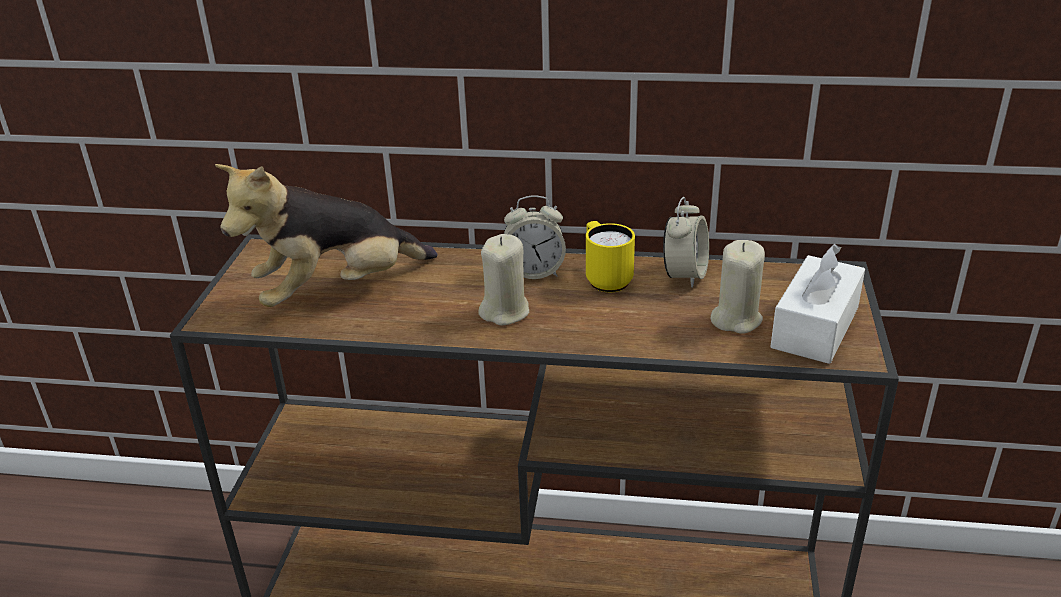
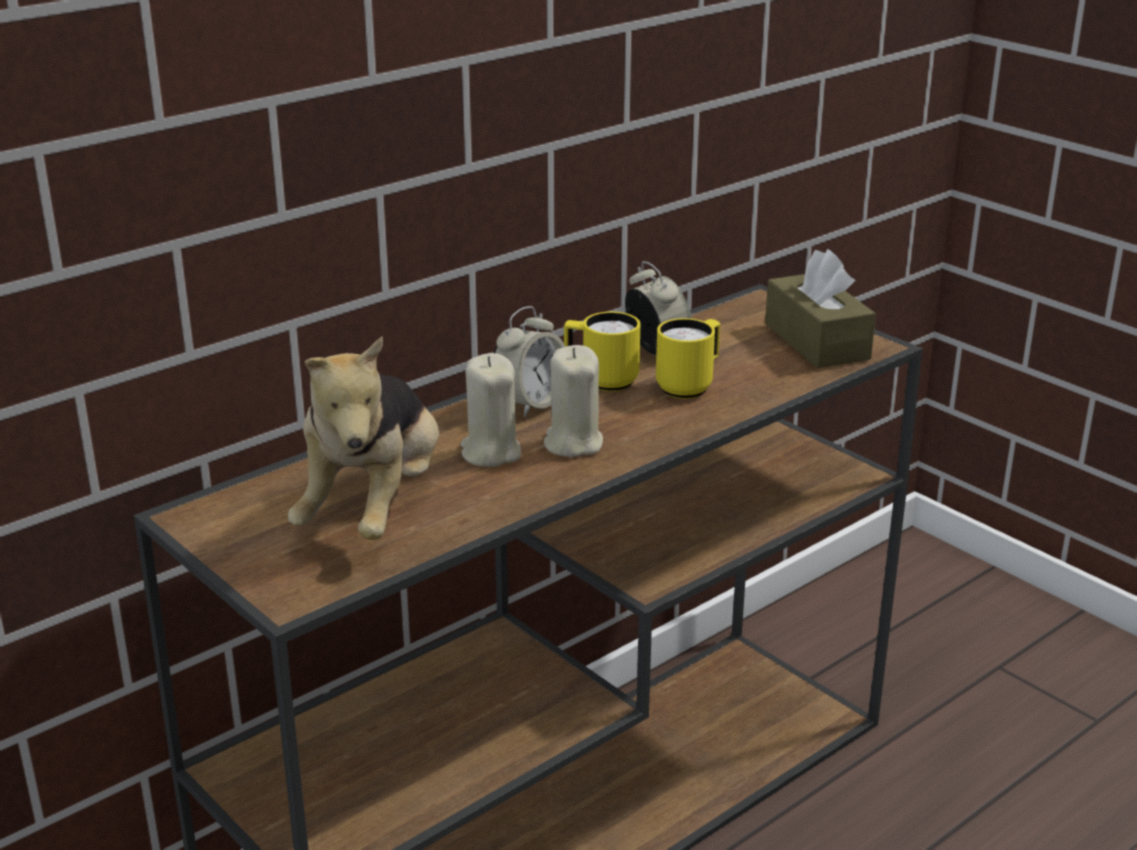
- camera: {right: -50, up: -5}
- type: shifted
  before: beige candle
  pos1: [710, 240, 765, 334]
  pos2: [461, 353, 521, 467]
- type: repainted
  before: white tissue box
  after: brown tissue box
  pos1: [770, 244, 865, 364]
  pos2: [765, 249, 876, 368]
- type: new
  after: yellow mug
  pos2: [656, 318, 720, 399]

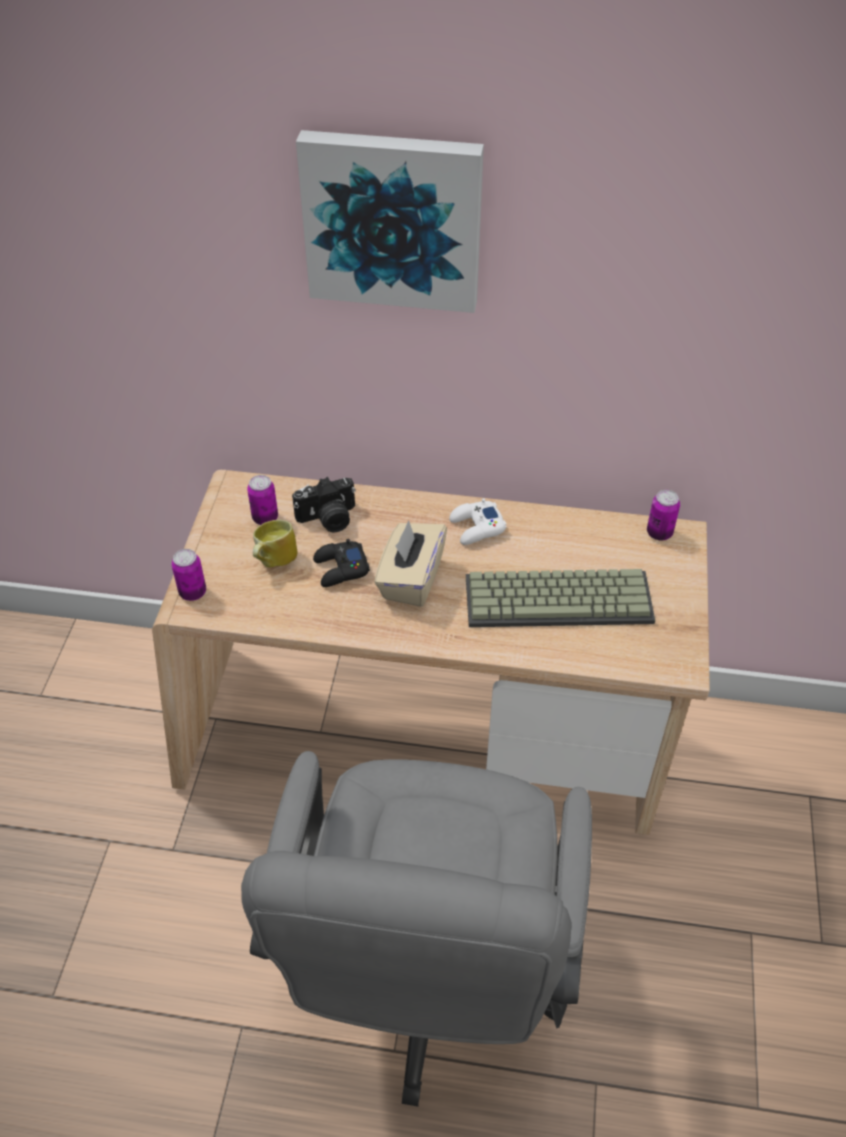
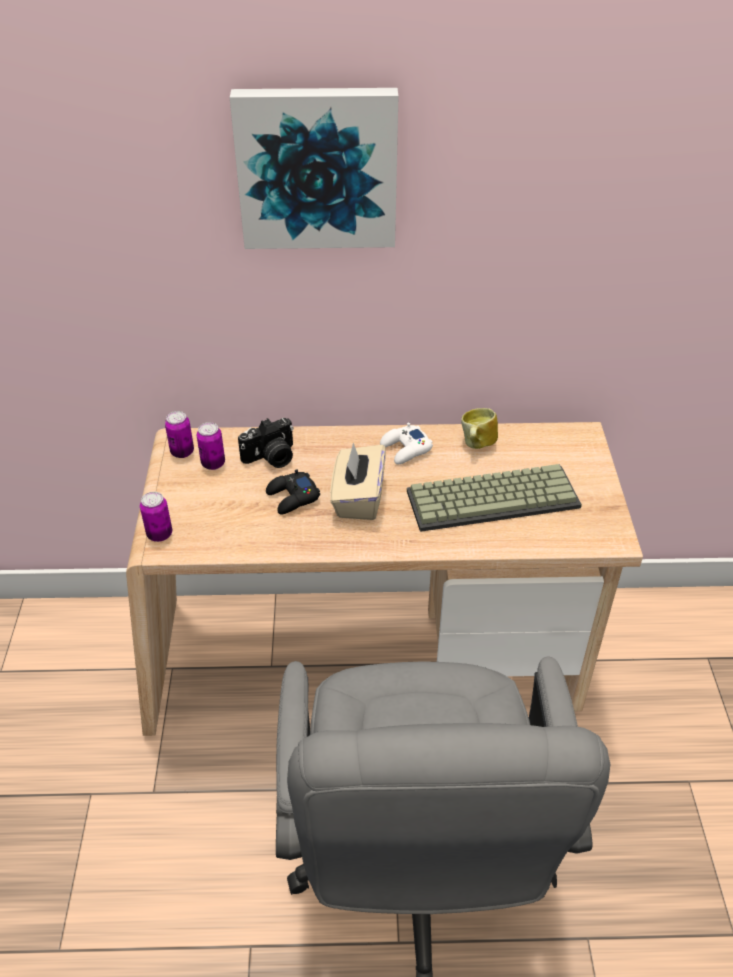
- camera: {right: -10, up: -5}
- type: shifted
  before: mug
  pos1: [253, 520, 297, 567]
  pos2: [461, 408, 498, 449]
- type: shifted
  before: can
  pos1: [647, 490, 680, 540]
  pos2: [165, 411, 194, 458]

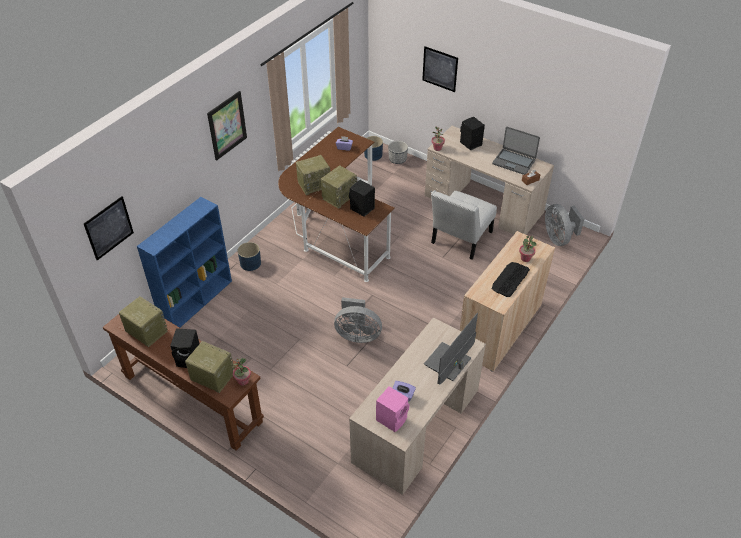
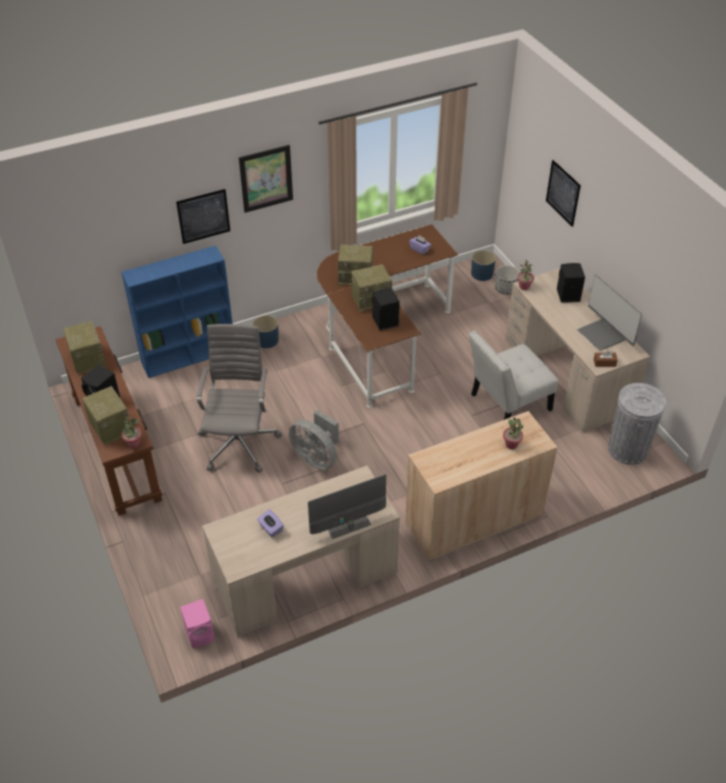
- camera: {right: 30, up: 0}
- type: shifted
  before: picture
  pos1: [84, 196, 134, 260]
  pos2: [176, 189, 230, 244]
- type: shifted
  before: pink speaker
  pos1: [376, 386, 409, 432]
  pos2: [180, 599, 215, 649]
- type: swapped
  before: laptop
  after: monitor
  pos1: [492, 127, 540, 175]
  pos2: [577, 274, 642, 350]
- type: gone
  before: keyboard
  pos1: [492, 262, 530, 297]
- type: swapped
  before: grey fan
  after: grey trash can
  pos1: [545, 204, 584, 246]
  pos2: [608, 383, 666, 465]
- type: new
  after: grey office chair
  pos2: [197, 324, 282, 473]

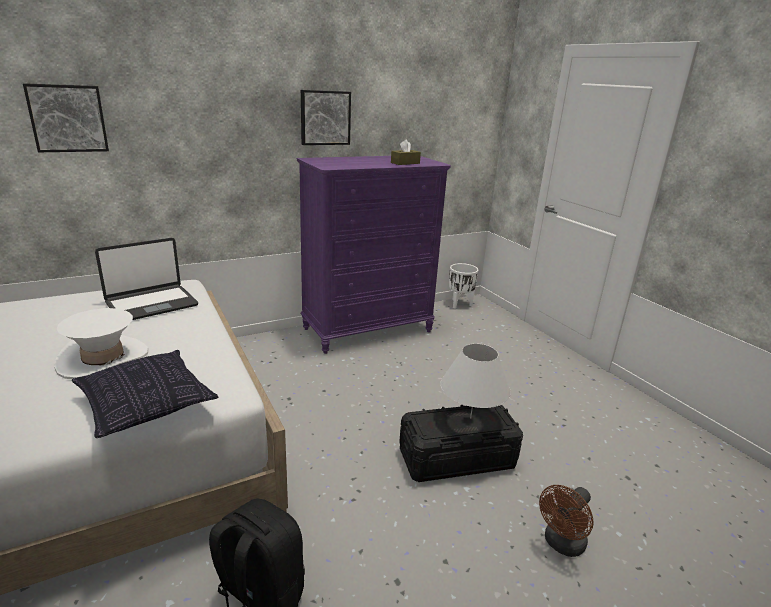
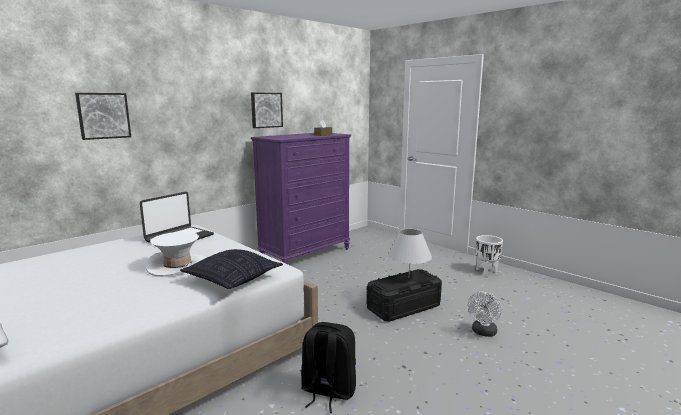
- camera: {right: -15, up: -10}
- type: shifted
  before: white planter
  pos1: [449, 263, 479, 309]
  pos2: [476, 235, 503, 277]
- type: repainted
  before: brown fan
  after: white fan
  pos1: [539, 485, 594, 557]
  pos2: [468, 292, 502, 337]

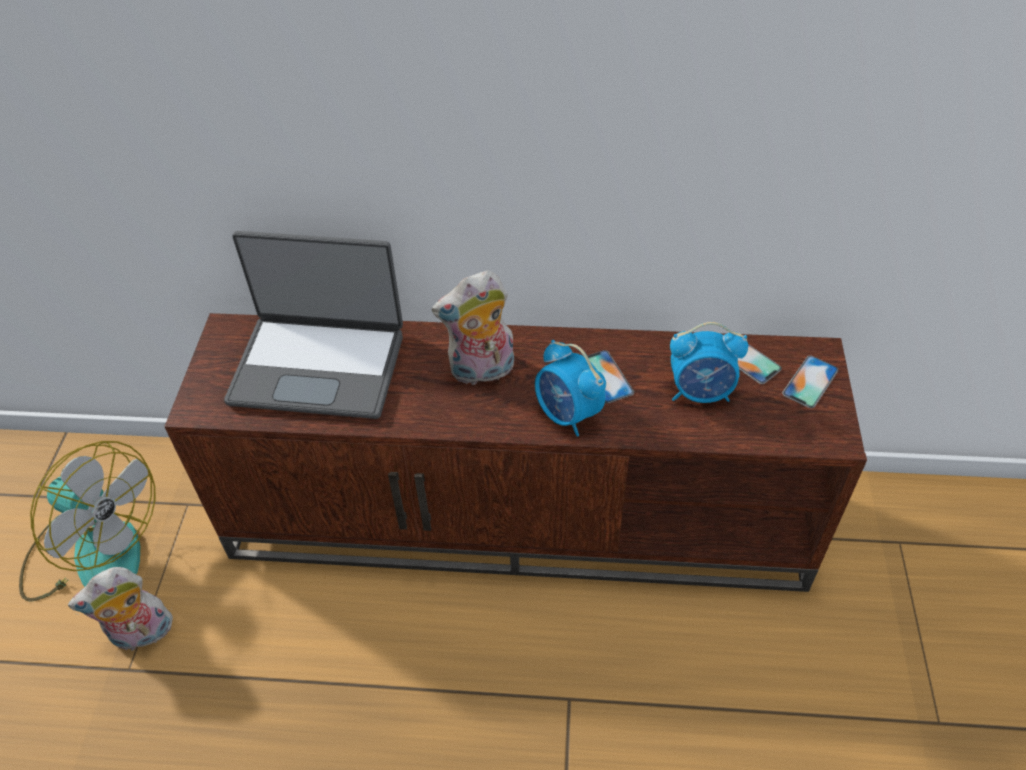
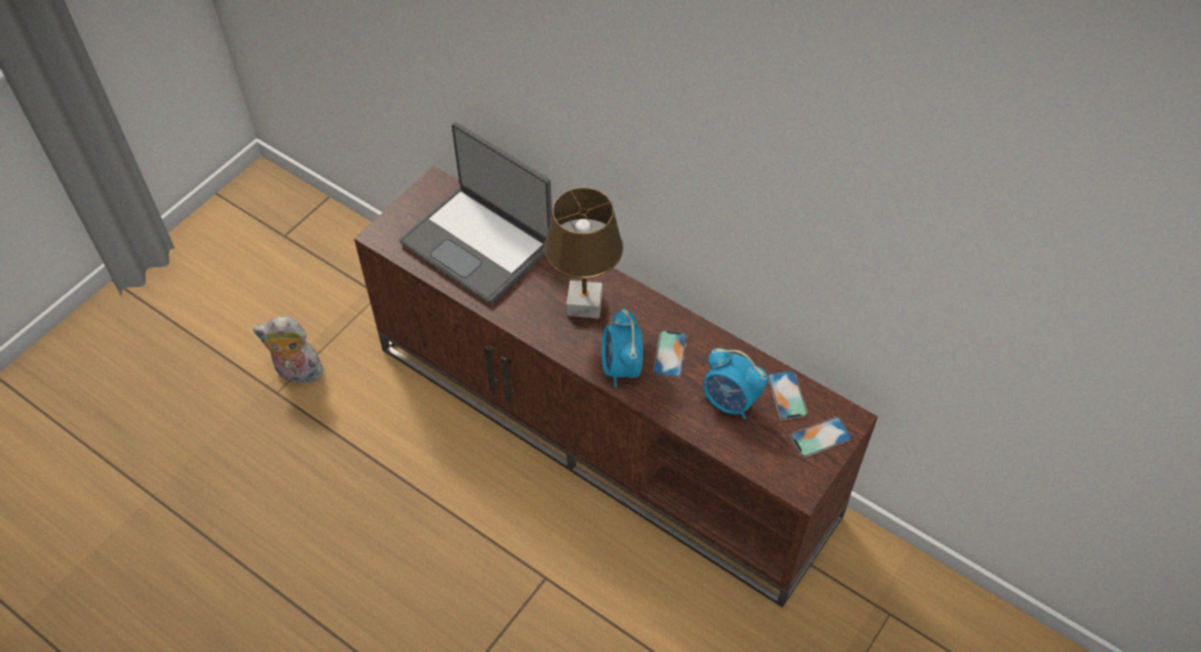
- camera: {right: 30, up: 5}
- type: gone
  before: fan
  pos1: [19, 441, 155, 602]
- type: swapped
  before: plush toy
  after: brown table lamp
  pos1: [432, 270, 514, 385]
  pos2: [544, 188, 623, 319]

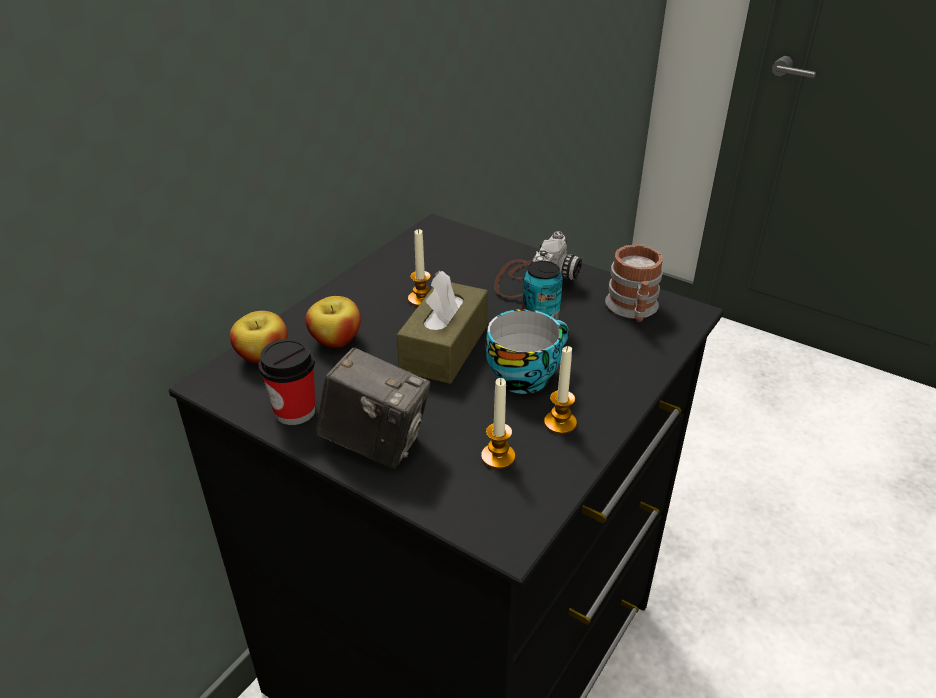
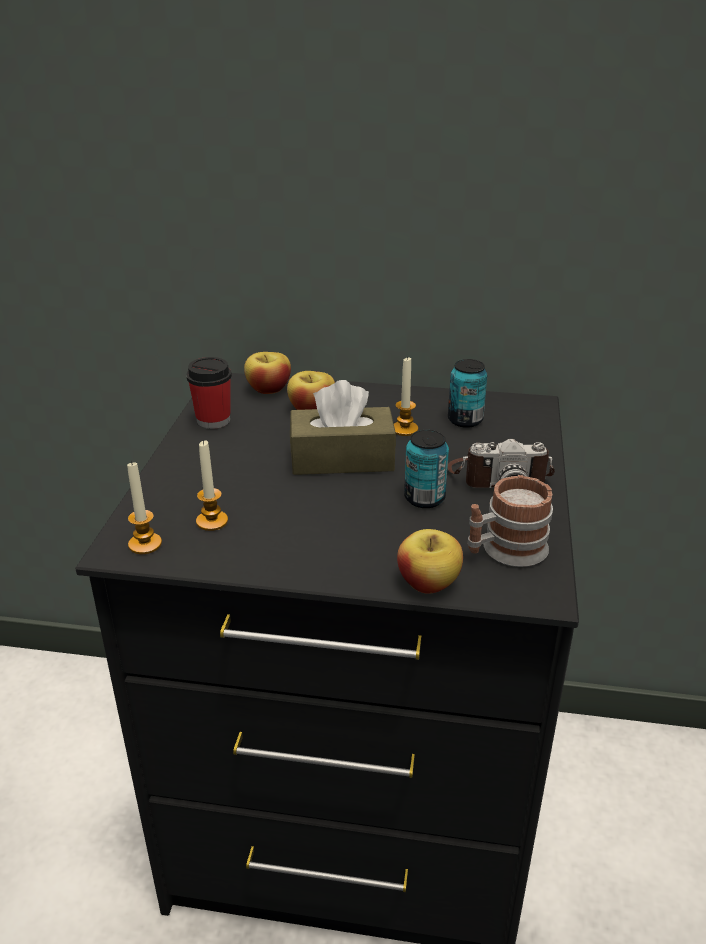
- camera: {right: 65, up: -5}
- type: gone
  before: photo camera
  pos1: [316, 347, 431, 469]
- type: gone
  before: cup
  pos1: [485, 309, 569, 394]
- type: shifted
  before: candle
  pos1: [544, 346, 577, 434]
  pos2: [127, 461, 162, 554]
- type: new
  after: apple
  pos2: [397, 529, 463, 594]
- type: new
  after: can
  pos2: [448, 359, 487, 428]

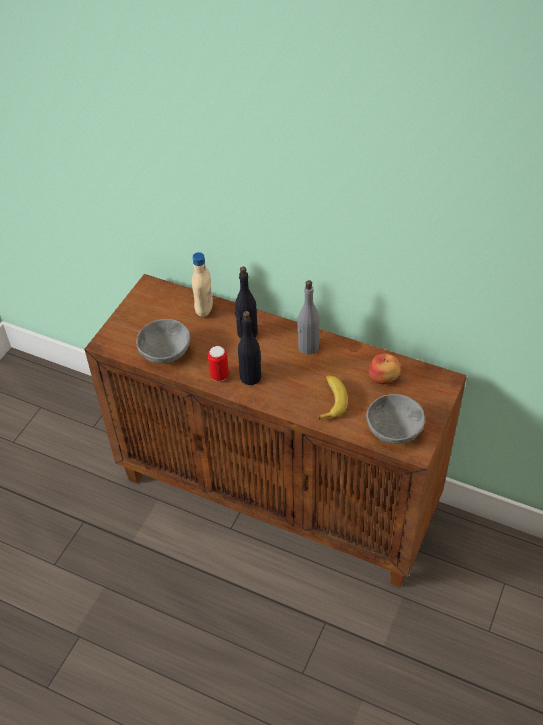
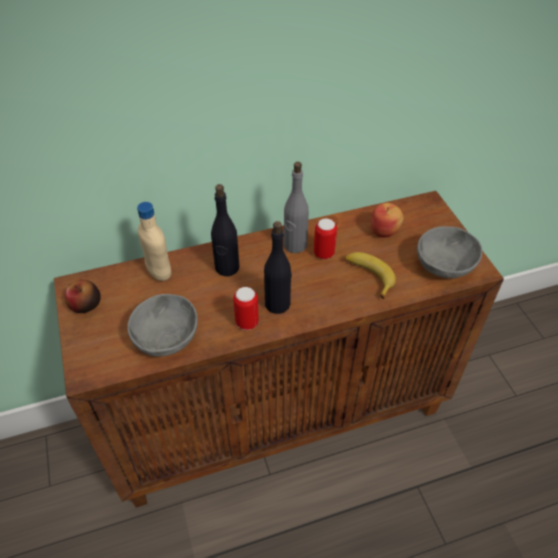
- camera: {right: -45, up: 0}
- type: new
  after: apple
  pos2: [65, 280, 101, 313]
- type: new
  after: can
  pos2: [314, 218, 337, 259]

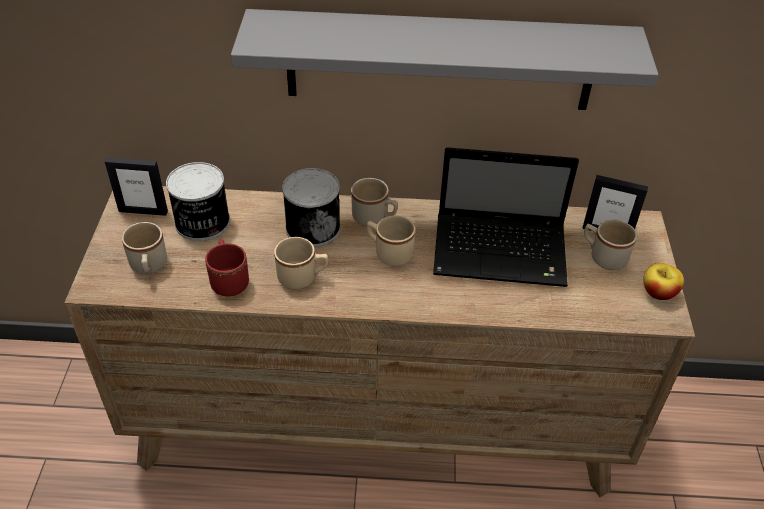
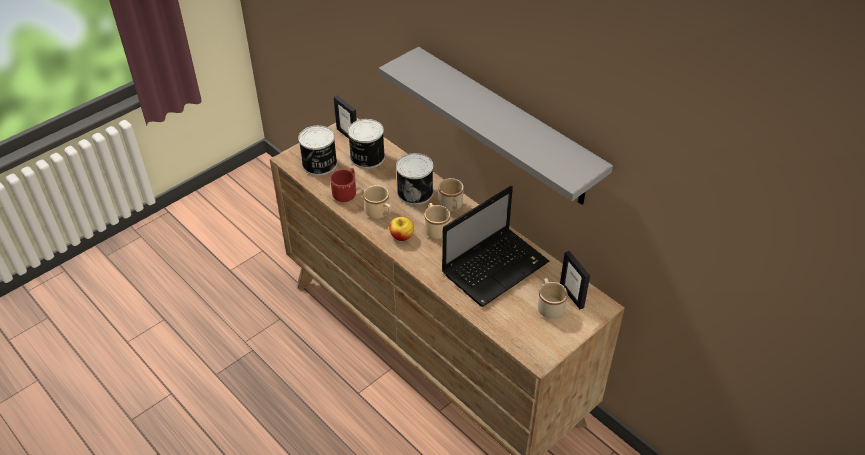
- camera: {right: 45, up: 0}
- type: swapped
  before: beige mug
  after: can
  pos1: [122, 222, 167, 274]
  pos2: [298, 125, 337, 176]
- type: rotated
  before: laptop
  pos1: [433, 147, 579, 287]
  pos2: [442, 186, 550, 307]
  turn: -90
- type: shifted
  before: apple
  pos1: [643, 263, 684, 300]
  pos2: [389, 217, 414, 241]

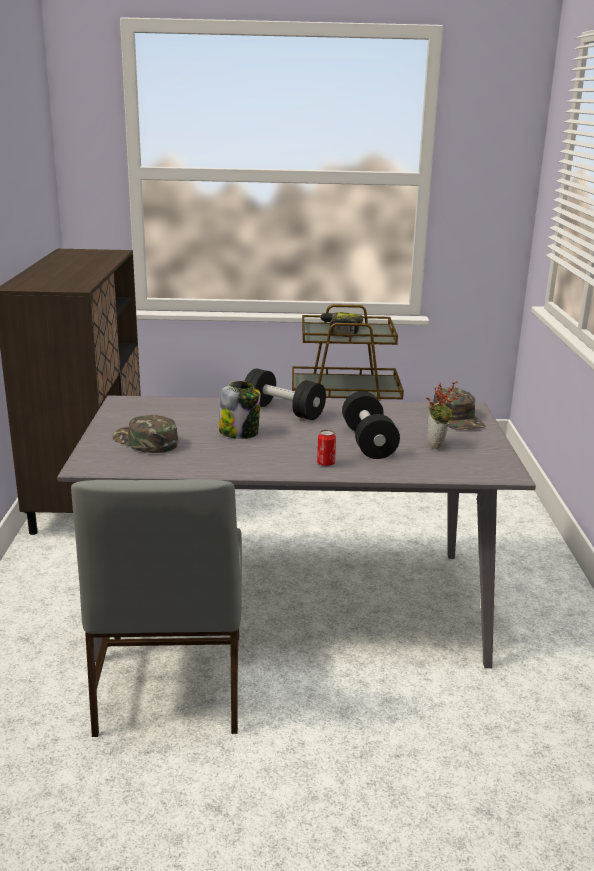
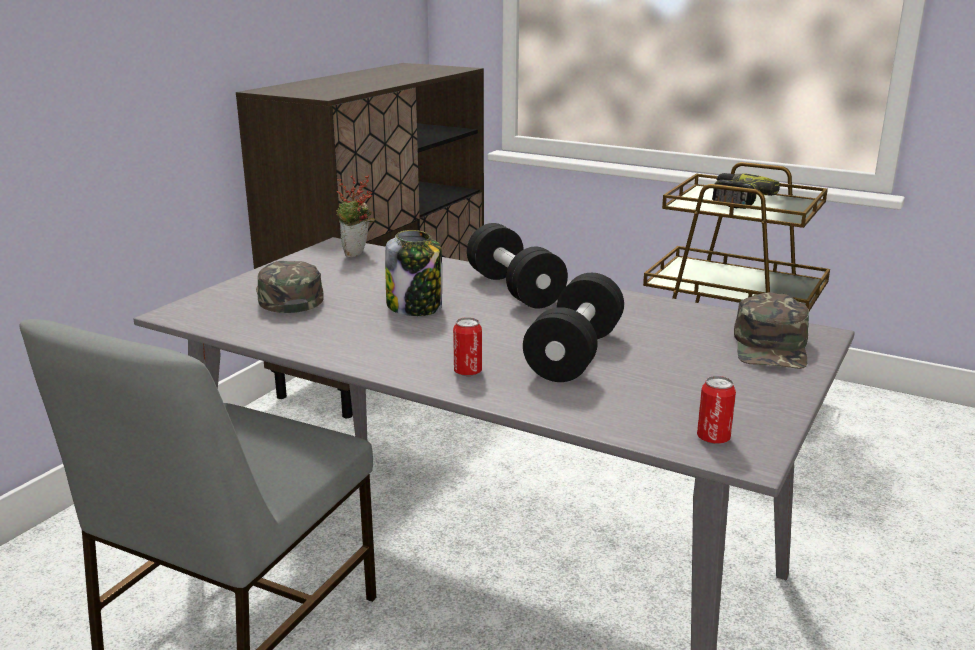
- camera: {right: 30, up: 0}
- type: shifted
  before: potted plant
  pos1: [426, 381, 461, 449]
  pos2: [336, 175, 375, 258]
- type: new
  after: can
  pos2: [697, 376, 736, 444]

